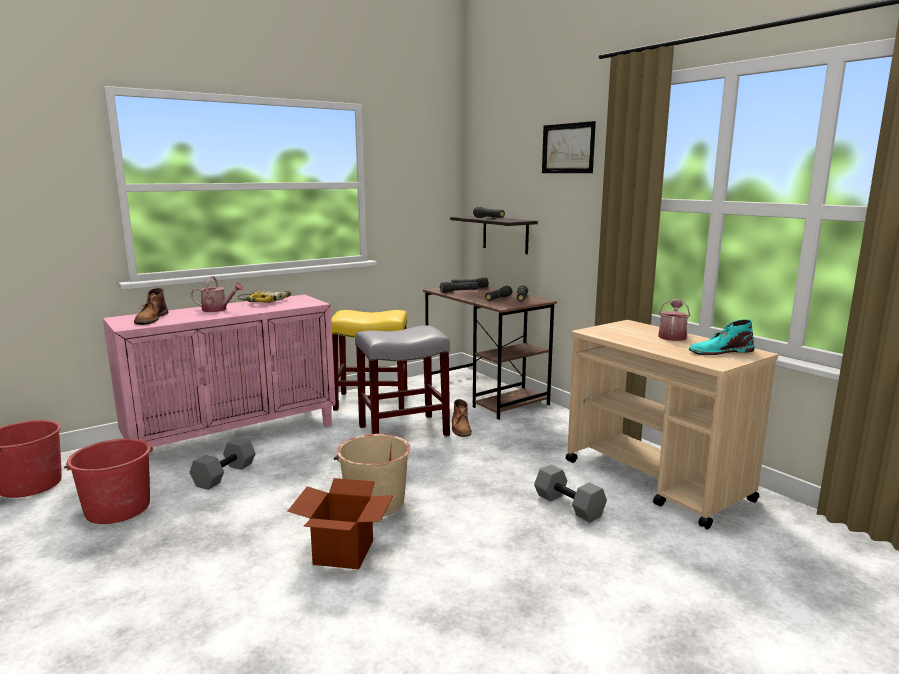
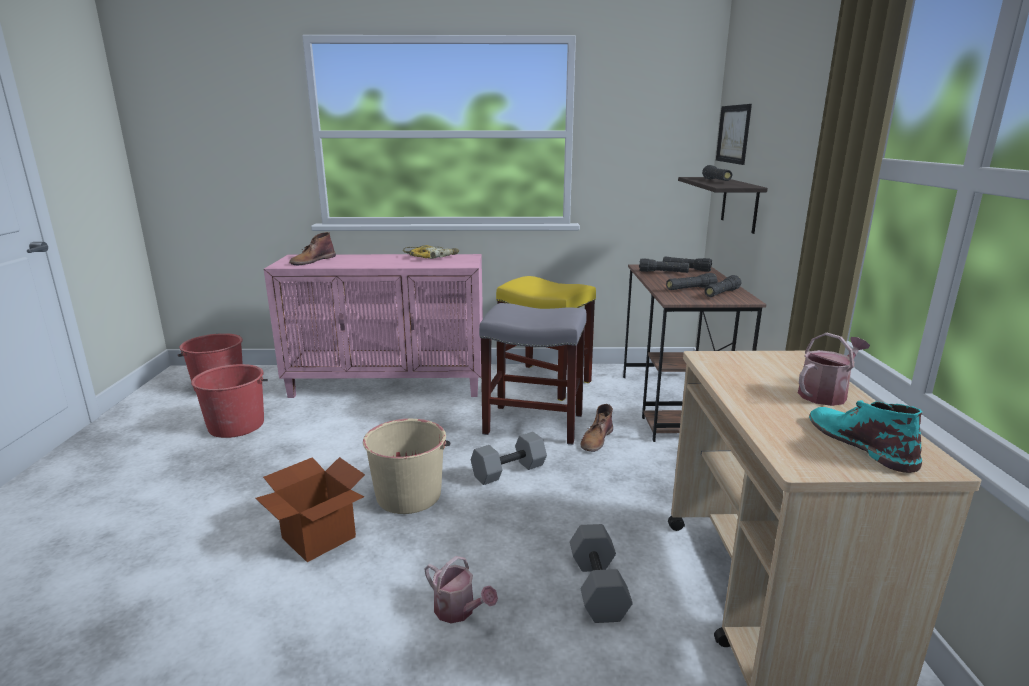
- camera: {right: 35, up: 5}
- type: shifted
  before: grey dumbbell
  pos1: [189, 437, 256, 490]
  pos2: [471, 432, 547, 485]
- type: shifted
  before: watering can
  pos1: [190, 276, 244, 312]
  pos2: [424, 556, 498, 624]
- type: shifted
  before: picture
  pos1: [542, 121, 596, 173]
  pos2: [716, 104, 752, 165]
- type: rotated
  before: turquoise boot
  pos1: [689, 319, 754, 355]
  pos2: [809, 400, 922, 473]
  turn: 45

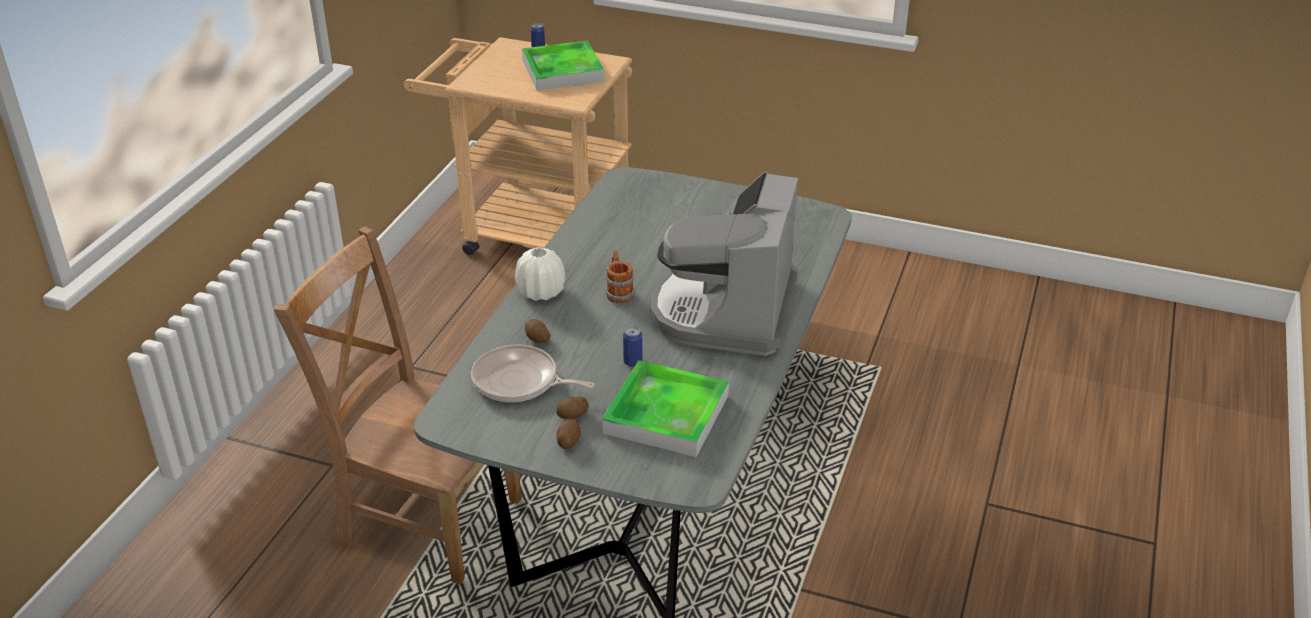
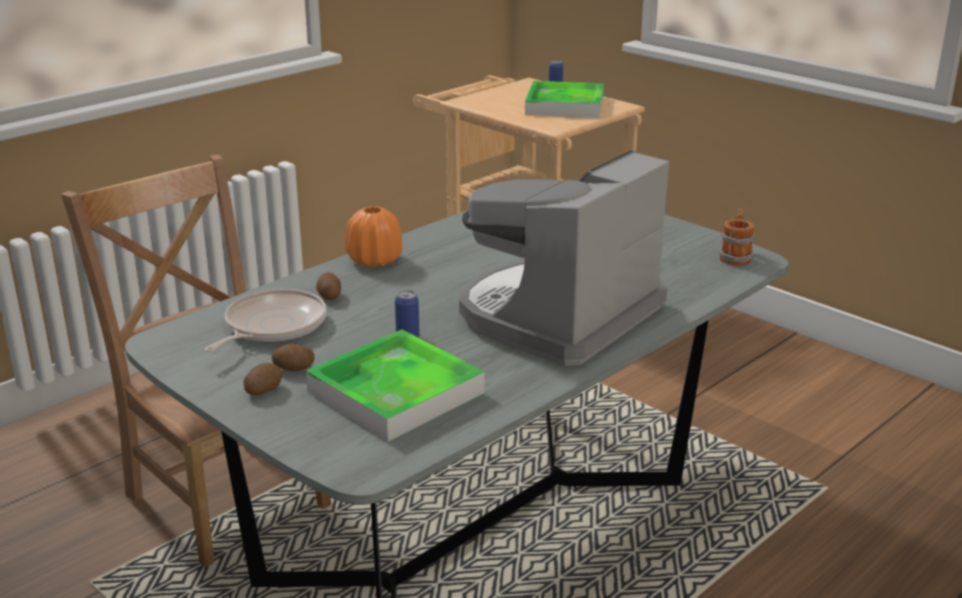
- camera: {right: 25, up: -10}
- type: rotated
  before: frying pan
  pos1: [471, 345, 595, 402]
  pos2: [205, 289, 327, 352]
  turn: 75
- type: repainted
  before: white vase
  after: orange vase
  pos1: [515, 247, 565, 301]
  pos2: [345, 206, 402, 268]
- type: shifted
  before: mug
  pos1: [606, 251, 635, 304]
  pos2: [719, 208, 754, 266]

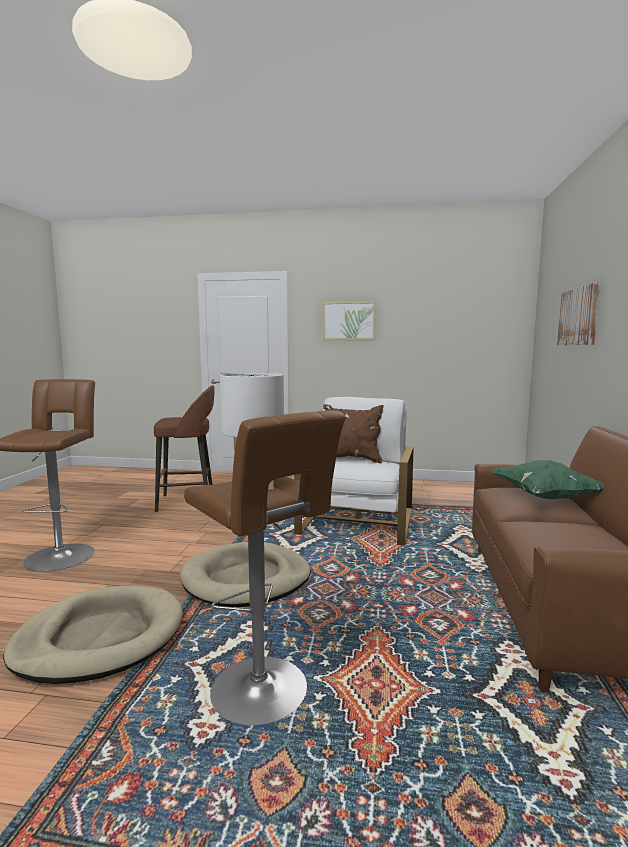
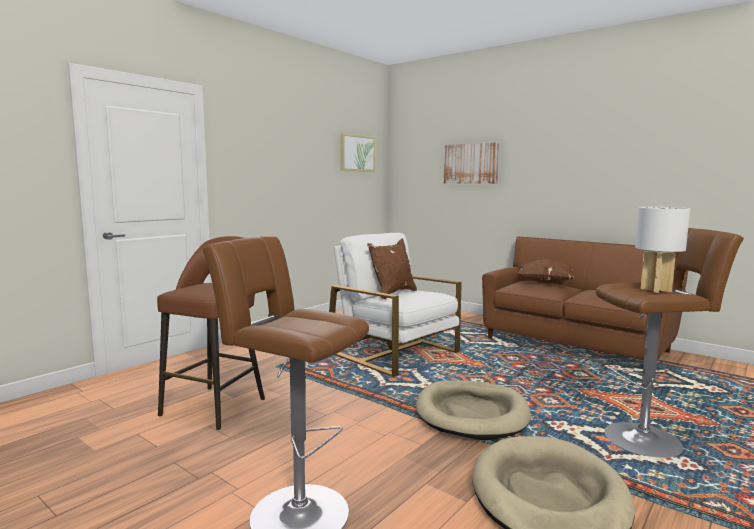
- camera: {right: -60, up: 0}
- type: shifted
  before: picture
  pos1: [323, 301, 376, 340]
  pos2: [341, 133, 375, 172]
- type: repainted
  before: green pillow
  after: brown pillow
  pos1: [491, 460, 604, 499]
  pos2: [516, 259, 574, 284]

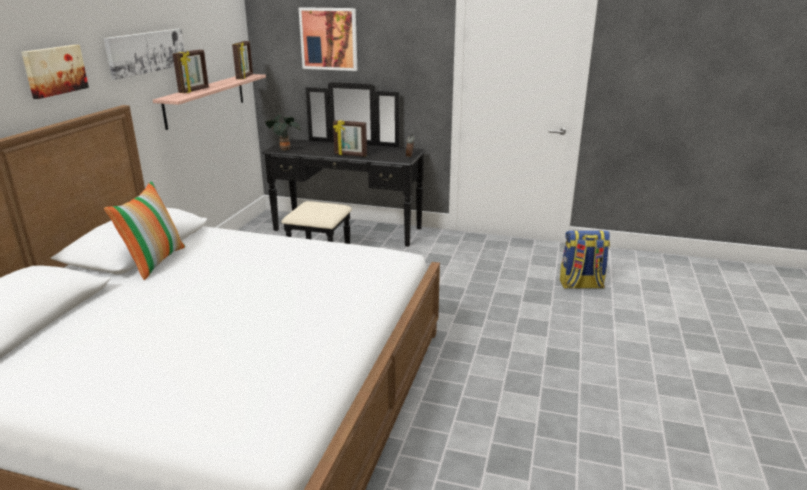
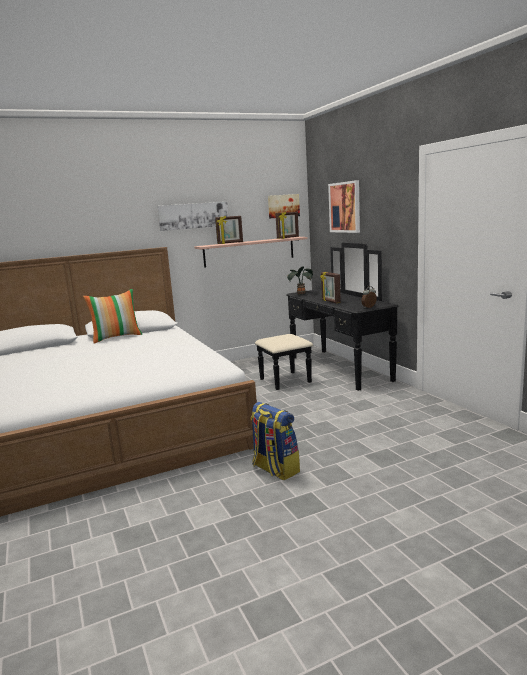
- camera: {right: 50, up: -10}
- type: shifted
  before: picture
  pos1: [21, 45, 89, 99]
  pos2: [268, 194, 300, 218]
- type: shifted
  before: backpack
  pos1: [560, 231, 610, 289]
  pos2: [251, 402, 300, 481]

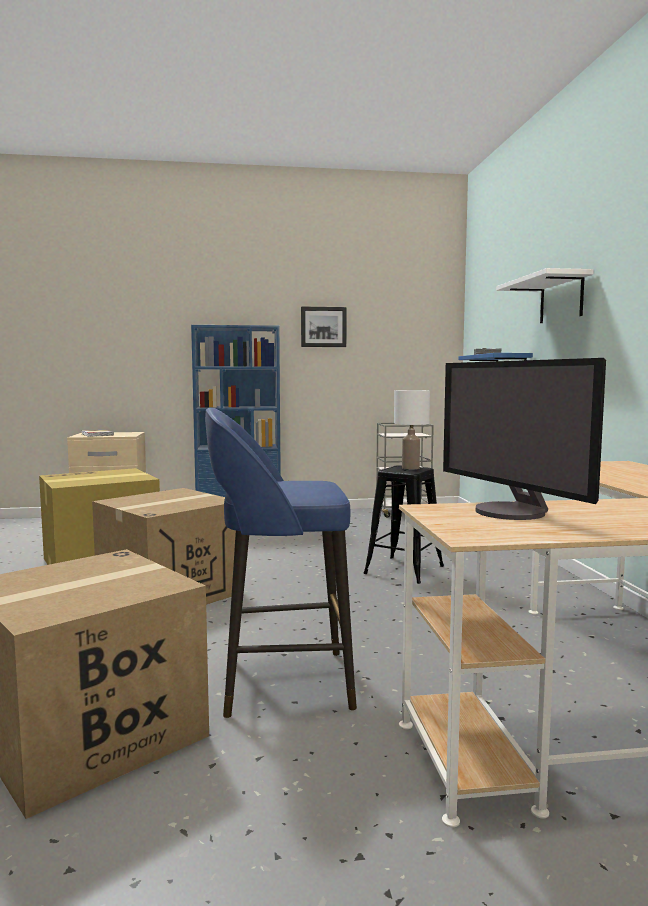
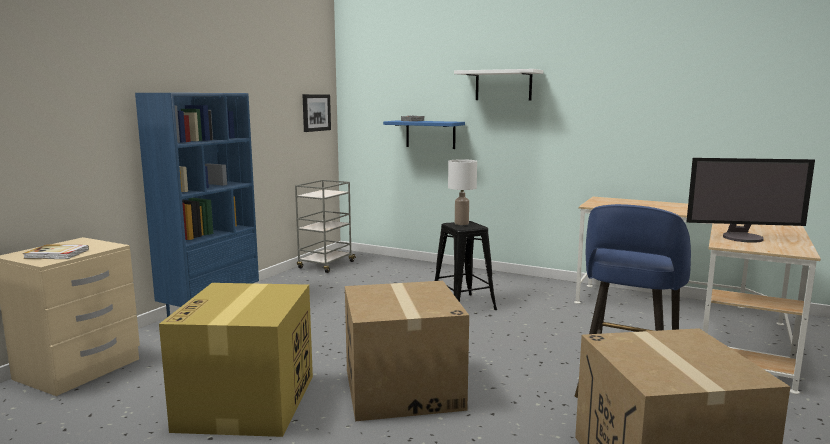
- camera: {right: -55, up: 5}
- type: shifted
  before: picture
  pos1: [301, 306, 347, 347]
  pos2: [302, 94, 331, 132]

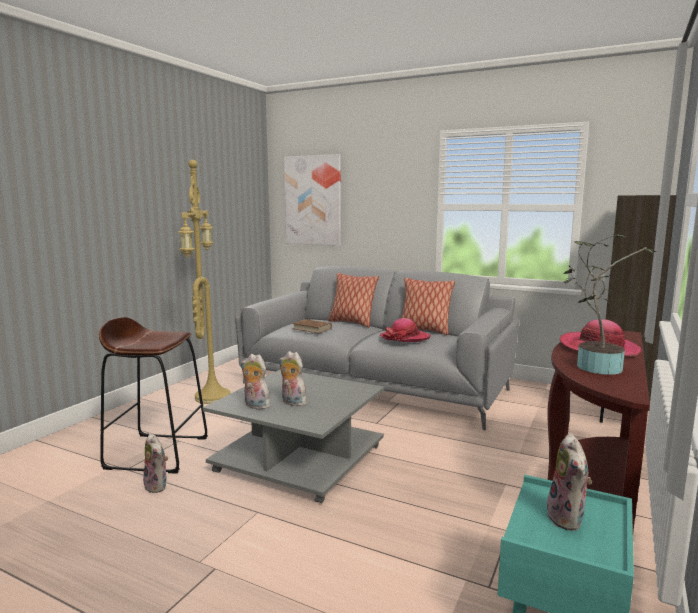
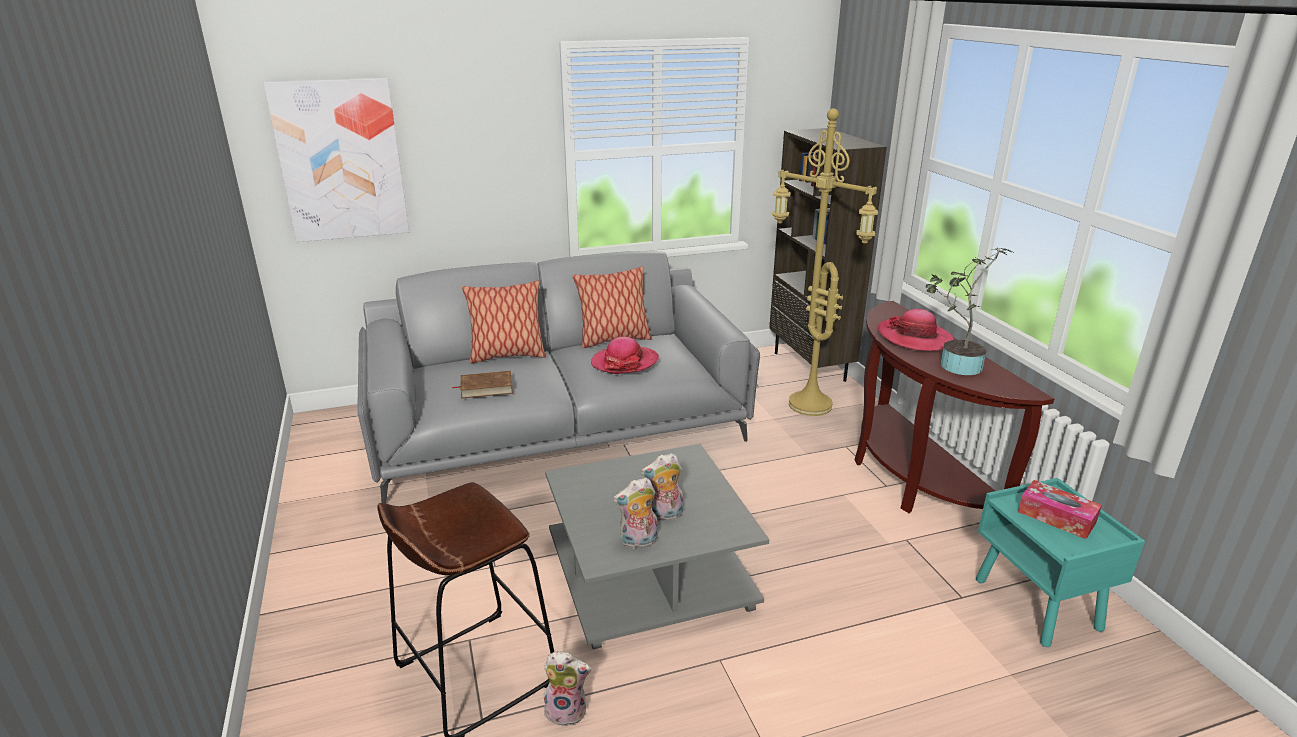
- camera: {right: -45, up: 15}
- type: shifted
  before: yellow floor lamp
  pos1: [178, 160, 230, 404]
  pos2: [772, 108, 878, 416]
- type: swapped
  before: plush toy
  after: tissue box
  pos1: [547, 433, 592, 531]
  pos2: [1018, 480, 1102, 539]

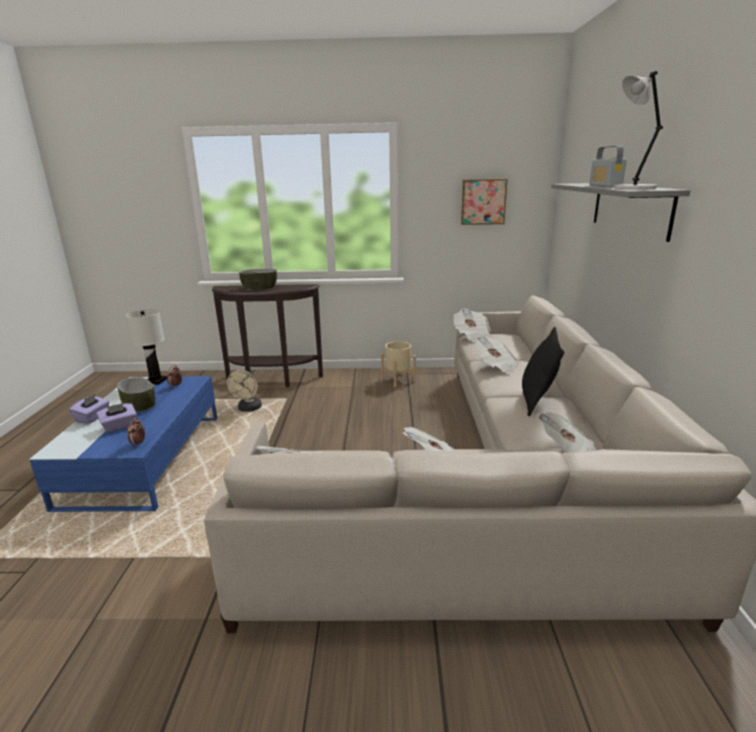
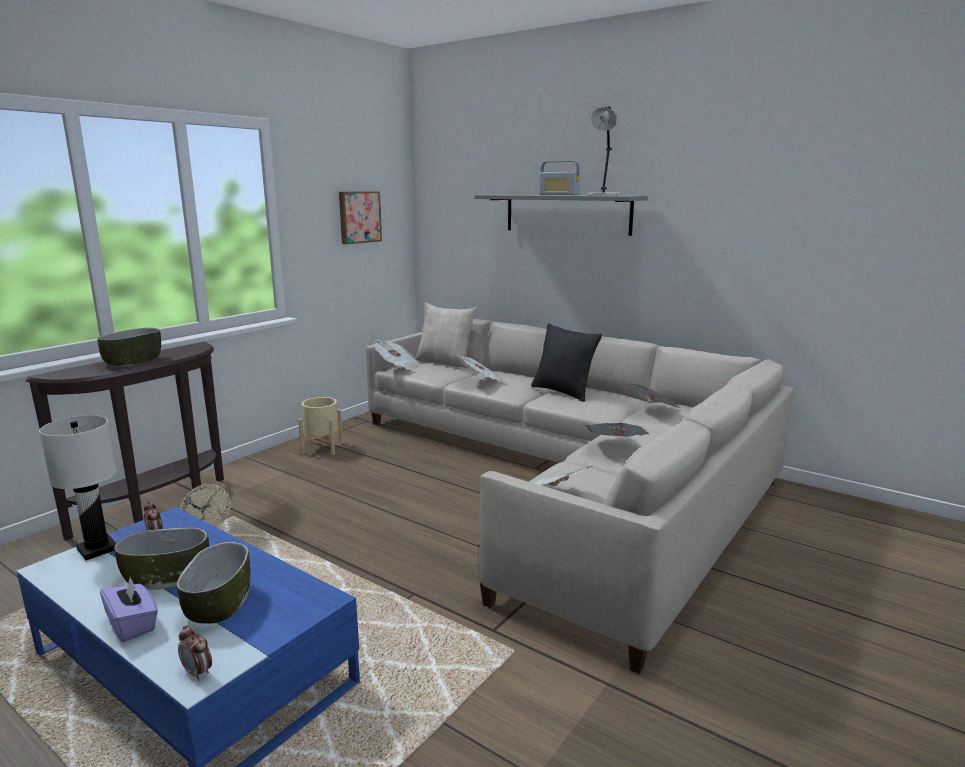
- camera: {right: -55, up: -5}
- type: swapped
  before: purple tissue box
  after: bowl
  pos1: [96, 403, 137, 433]
  pos2: [177, 542, 251, 624]
- type: shifted
  before: alarm clock
  pos1: [127, 418, 145, 447]
  pos2: [178, 625, 212, 681]
- type: new
  after: beige pillow
  pos2: [415, 302, 478, 368]

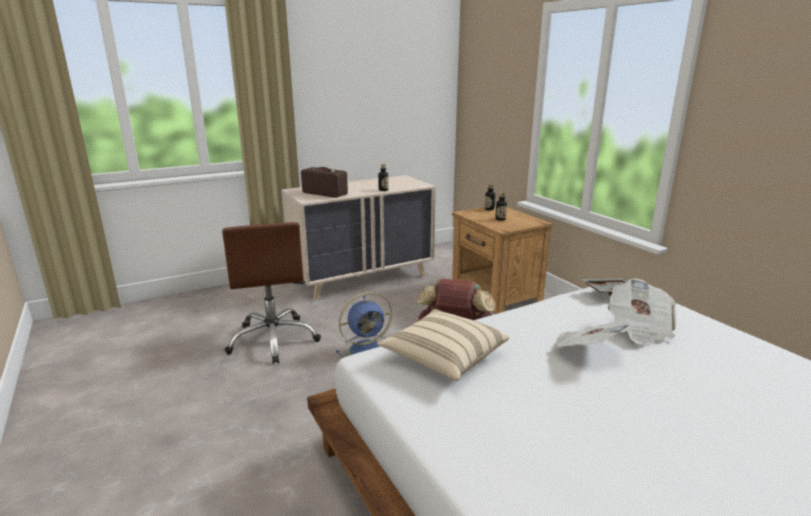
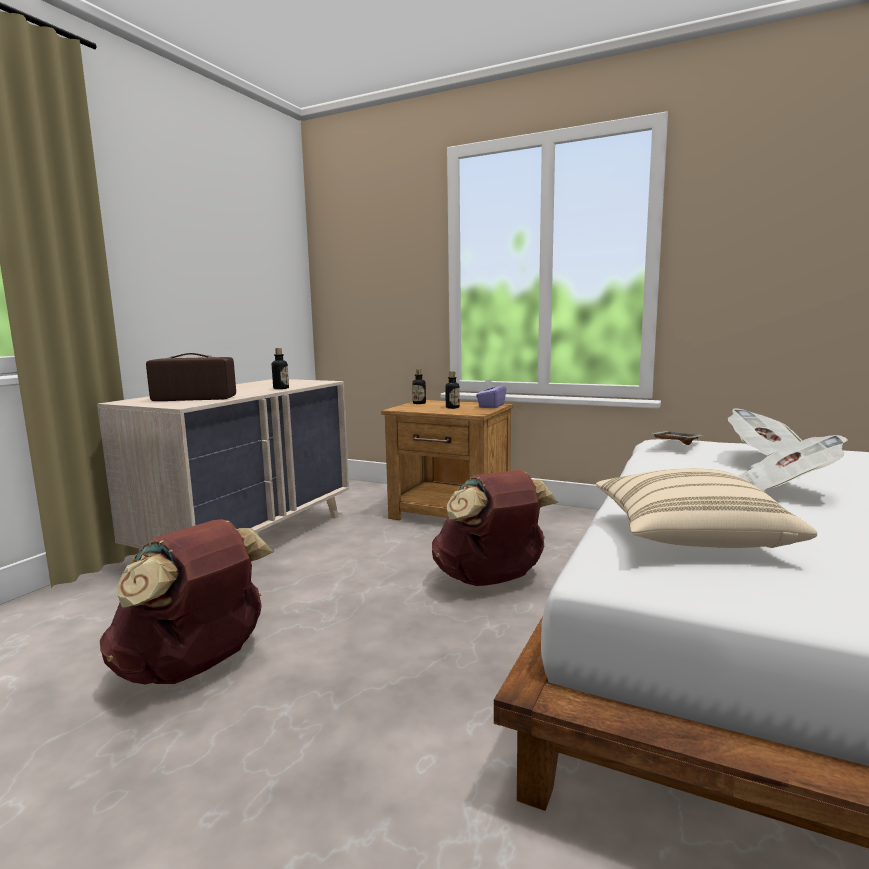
- camera: {right: -35, up: -10}
- type: swapped
  before: brown office chair
  after: brown backpack
  pos1: [222, 222, 321, 364]
  pos2: [100, 520, 273, 684]
- type: gone
  before: blue fan
  pos1: [336, 292, 392, 358]
- type: new
  after: purple tissue box
  pos2: [476, 379, 506, 408]

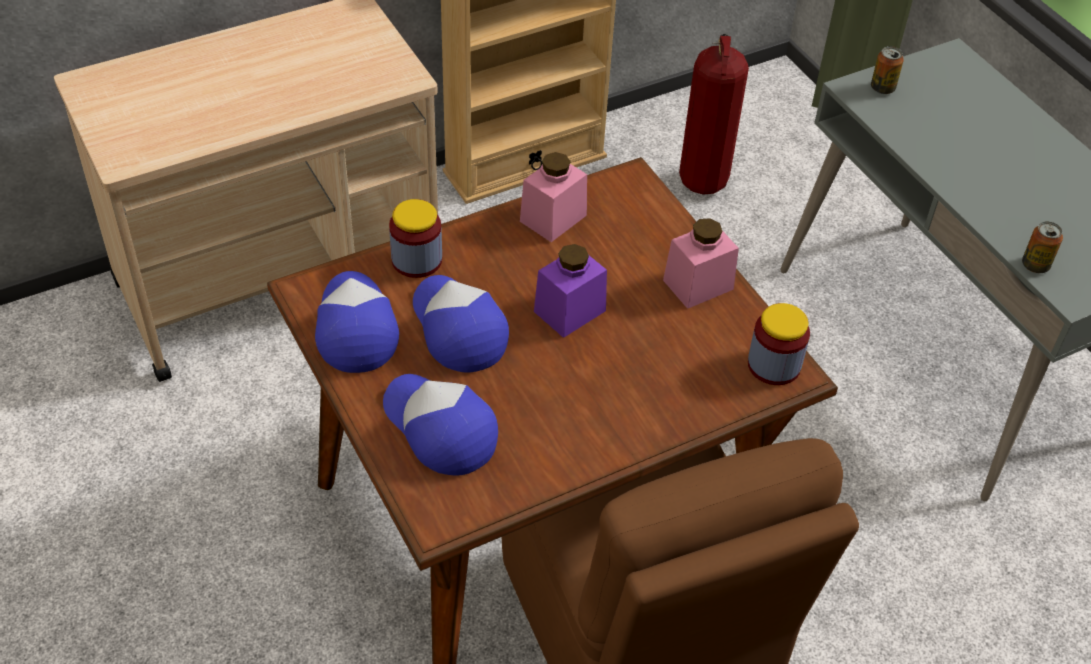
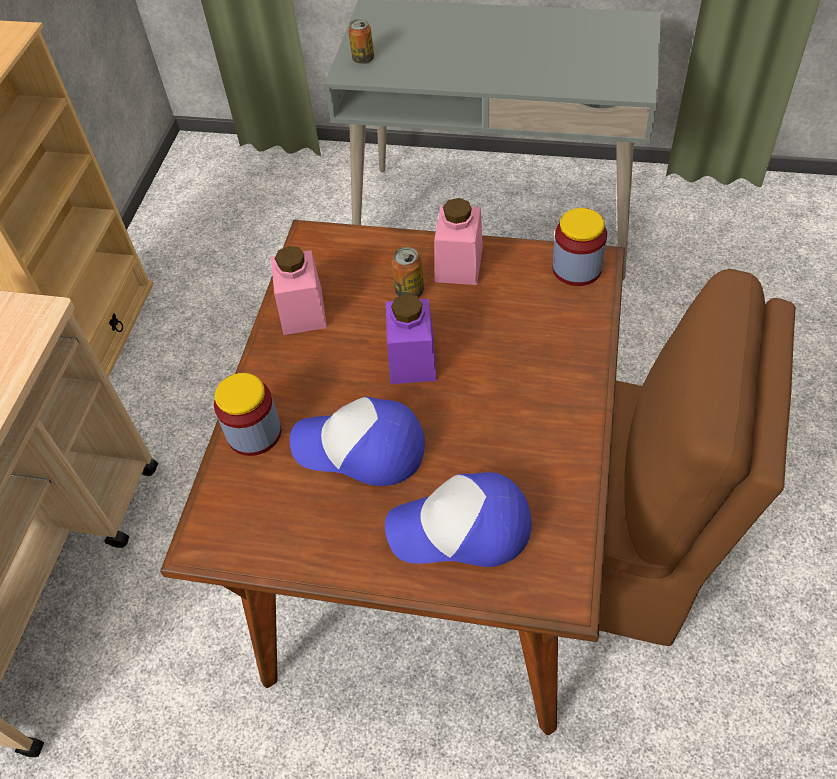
- camera: {right: -45, up: 5}
- type: gone
  before: cap
  pos1: [315, 271, 399, 373]
- type: gone
  before: fire extinguisher
  pos1: [679, 34, 749, 195]
- type: shifted
  before: can
  pos1: [1022, 221, 1063, 273]
  pos2: [392, 247, 424, 297]

